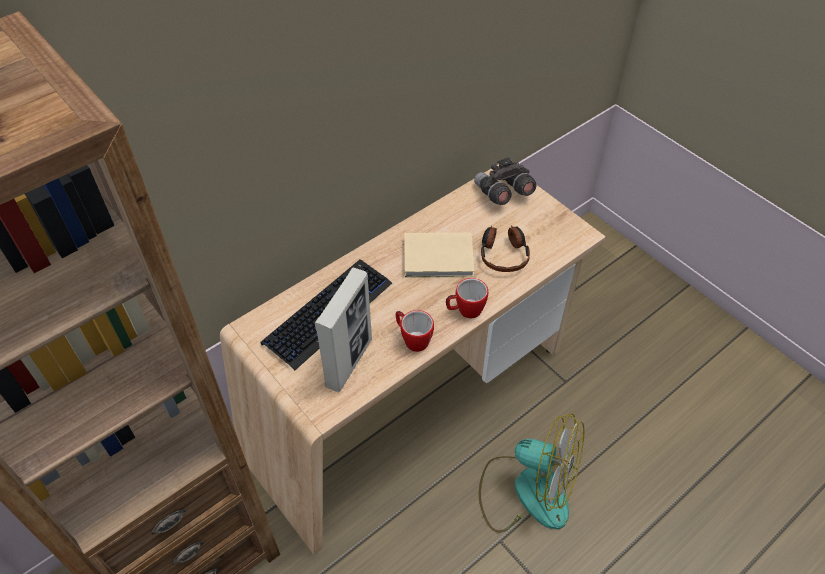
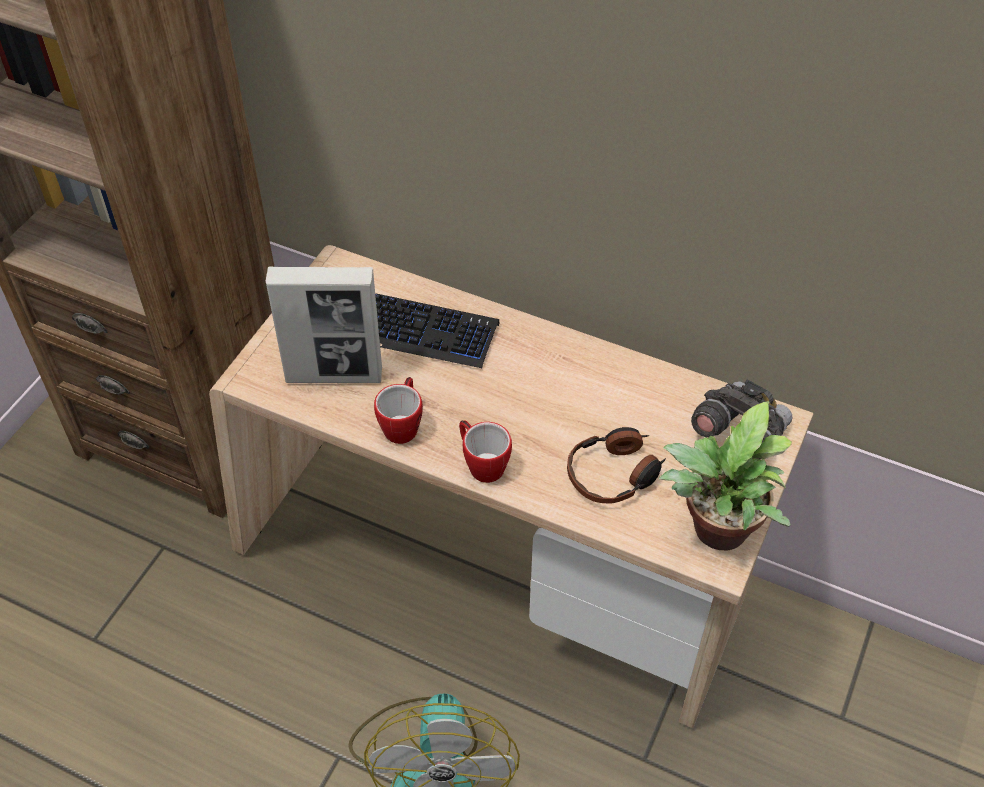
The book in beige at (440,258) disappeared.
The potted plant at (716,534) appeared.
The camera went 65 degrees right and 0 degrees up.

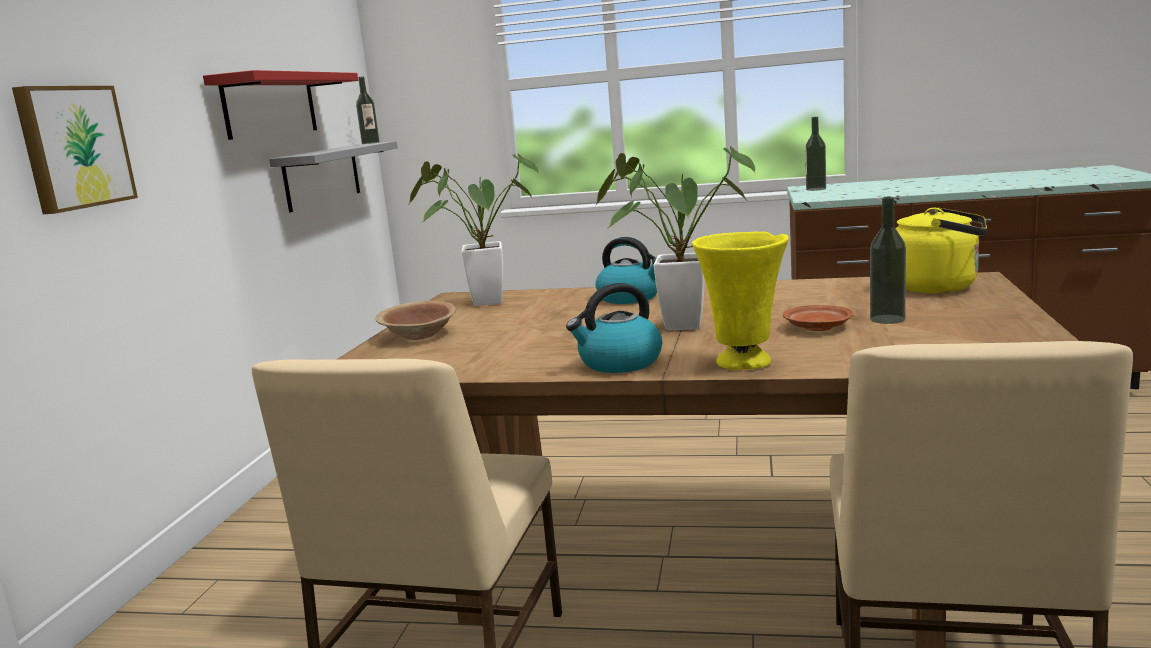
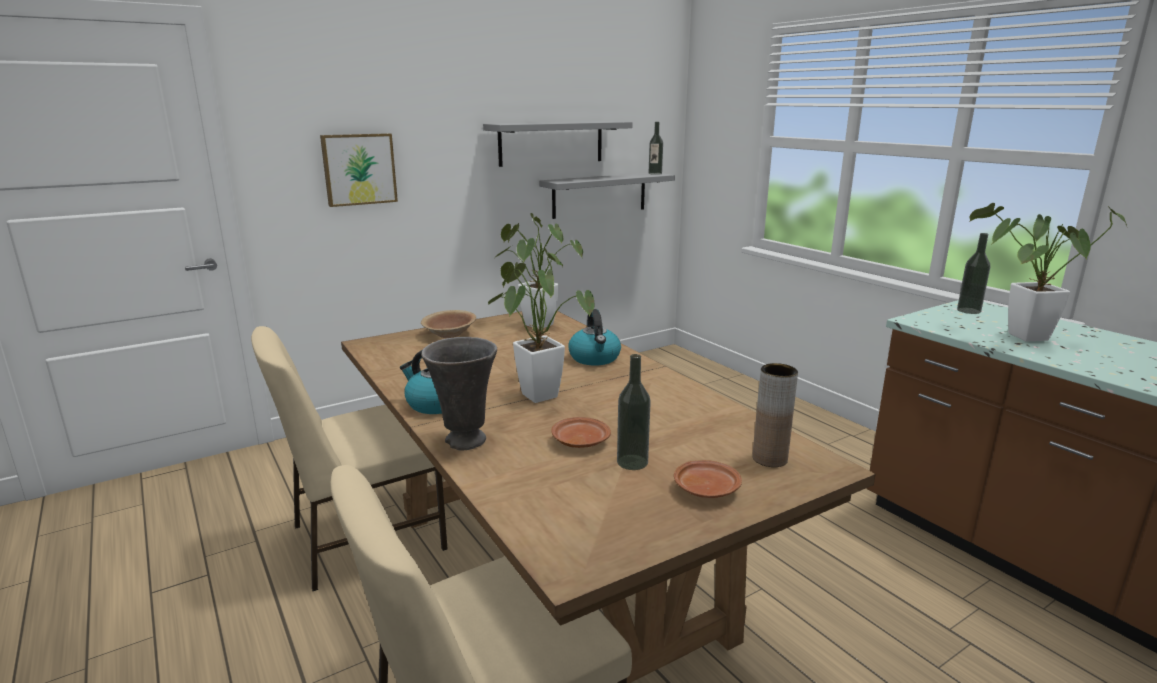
The shelf in red at (271,105) became the shelf in grey at (551,143).
The kettle in yellow at (939,287) was replaced by the vase in brown at (769,459).
The vase in yellow at (745,363) became the vase in grey at (465,442).
The potted plant at (1020,337) appeared.
The plate in brown at (706,489) appeared.
The camera went 45 degrees right and 5 degrees up.

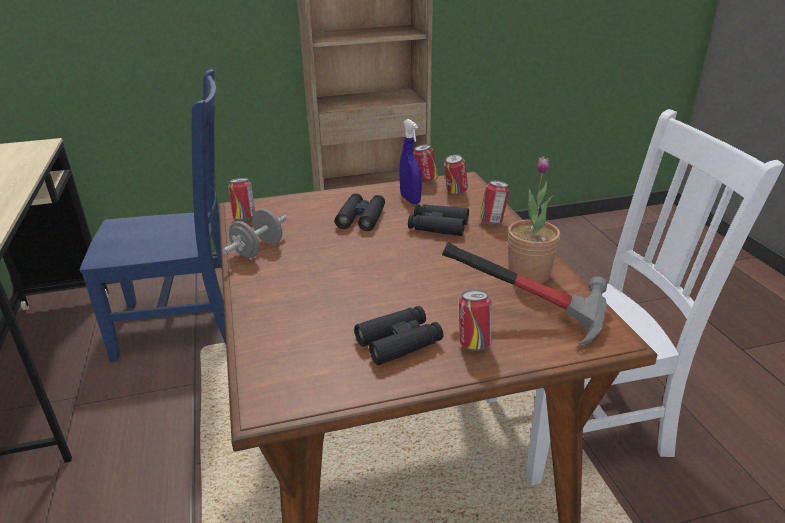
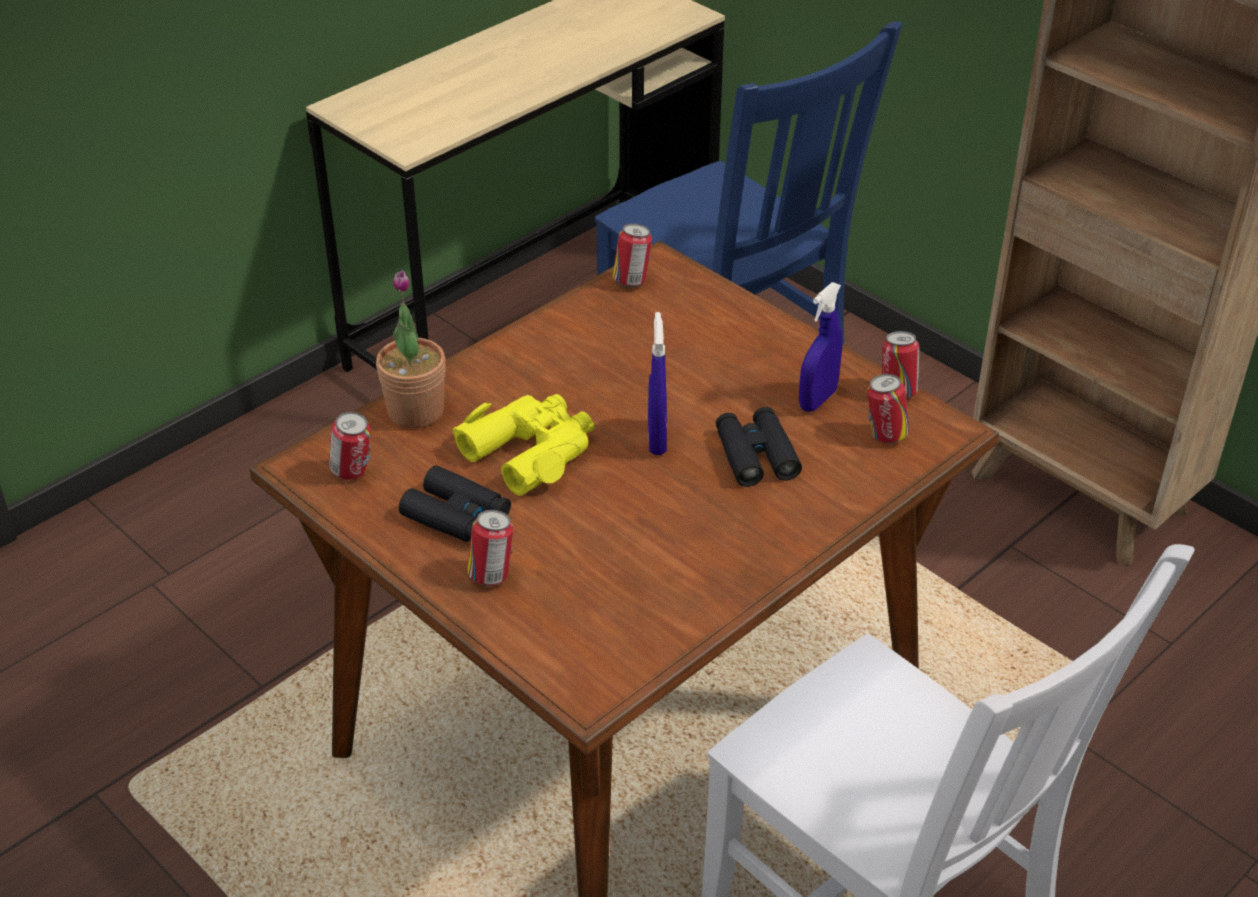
The potted plant moved from (529,274) to (416,411).
The can moved from (492,222) to (353,473).
The binoculars in black at (361,218) disappeared.
The dumbbell in grey at (258,250) disappeared.
The hammer at (532,313) disappeared.
The spray bottle in blue at (657,439) appeared.
The binoculars in yellow at (531,451) appeared.
The camera went 60 degrees right and 10 degrees up.

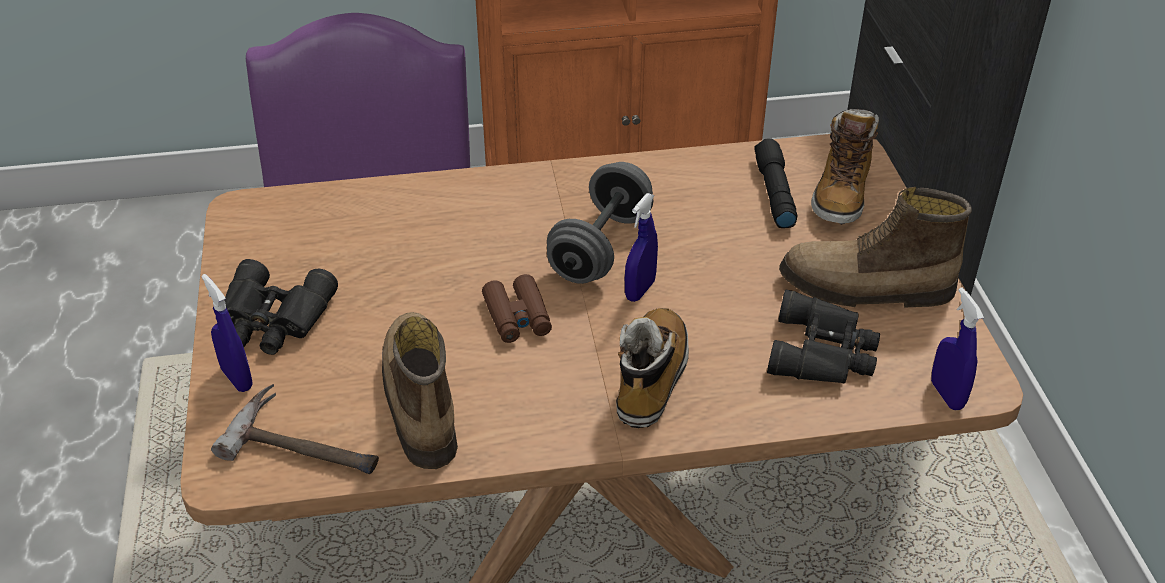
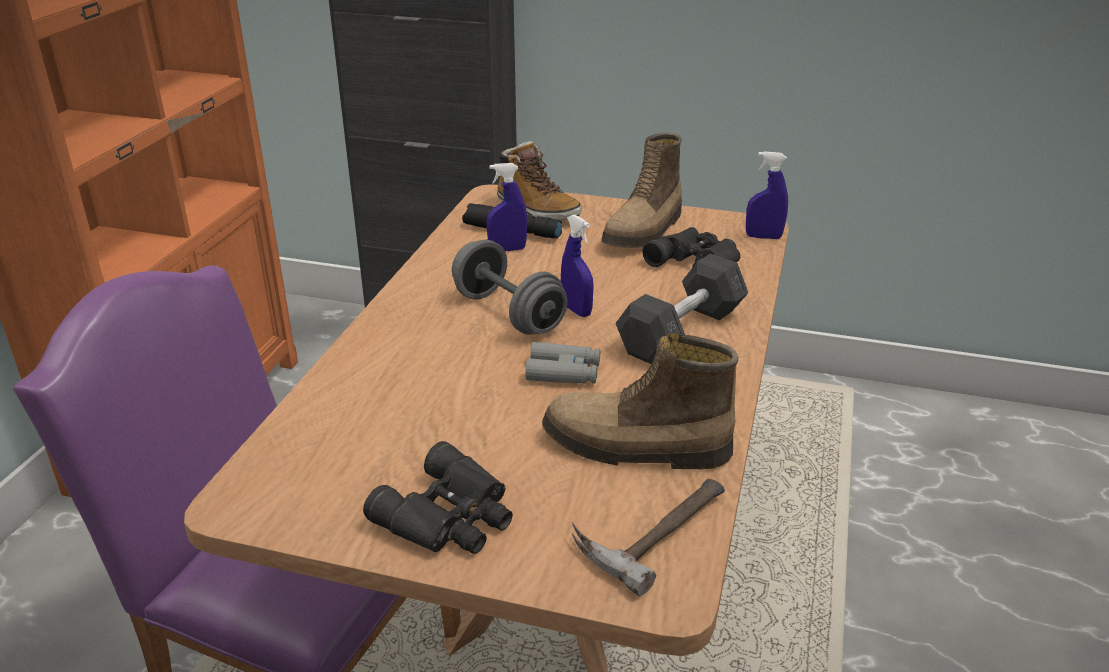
The spray bottle in blue moved from (237,379) to (507,249).
The binoculars in brown at (517,317) became the binoculars in grey at (563,372).
The boot at (651,379) was replaced by the dumbbell in grey at (681,331).
The camera went 65 degrees left and 10 degrees down.

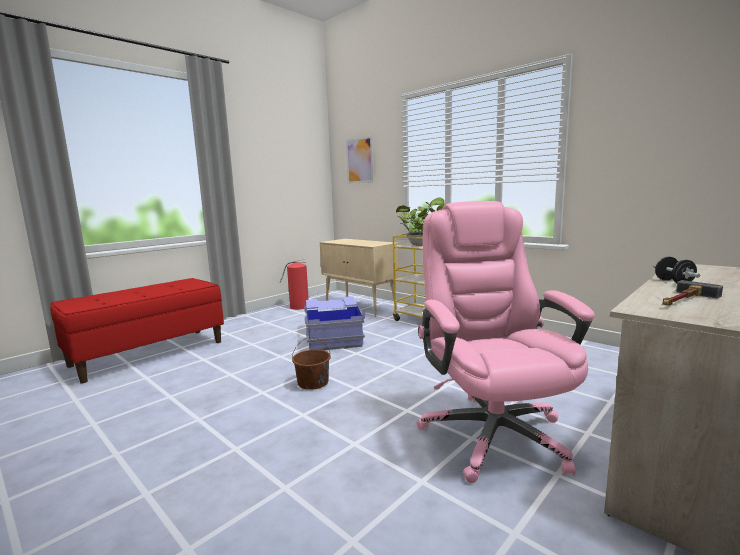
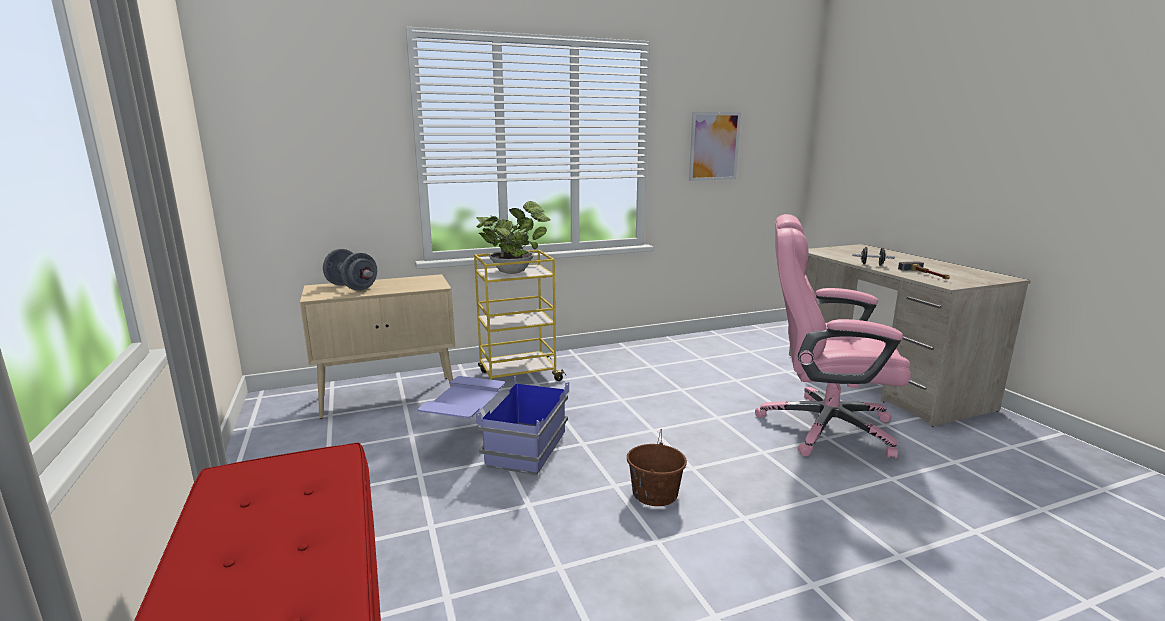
The picture moved from (359,160) to (714,146).
The fire extinguisher at (298,307) disappeared.
The dumbbell in grey at (352,287) appeared.
The camera went 65 degrees left and 5 degrees up.

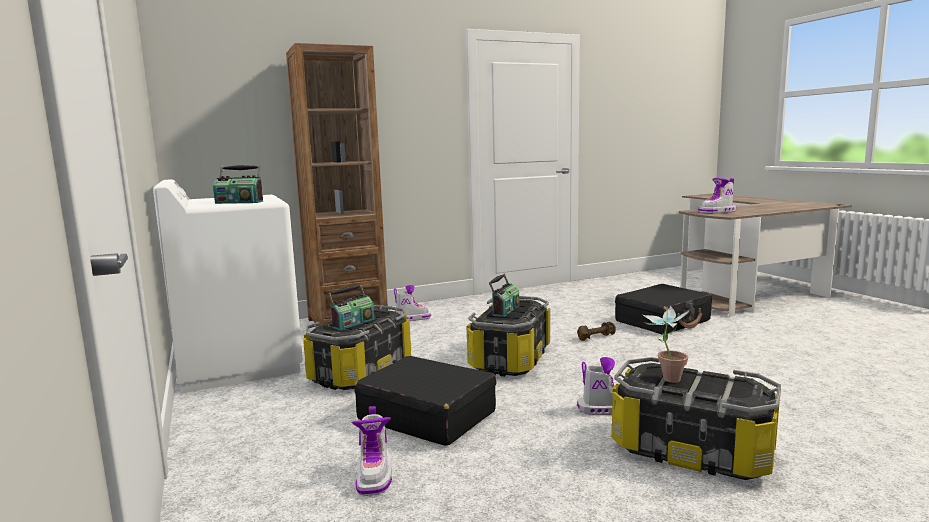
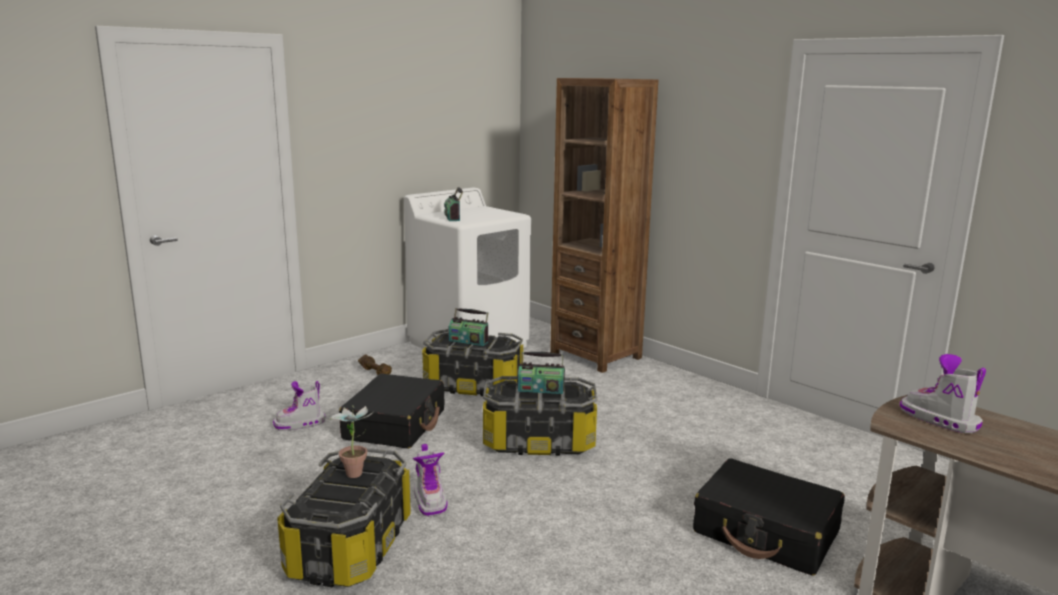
The boot at (411,318) disappeared.
The dumbbell in brown moved from (596,337) to (375,372).
The camera went 70 degrees right and 5 degrees up.

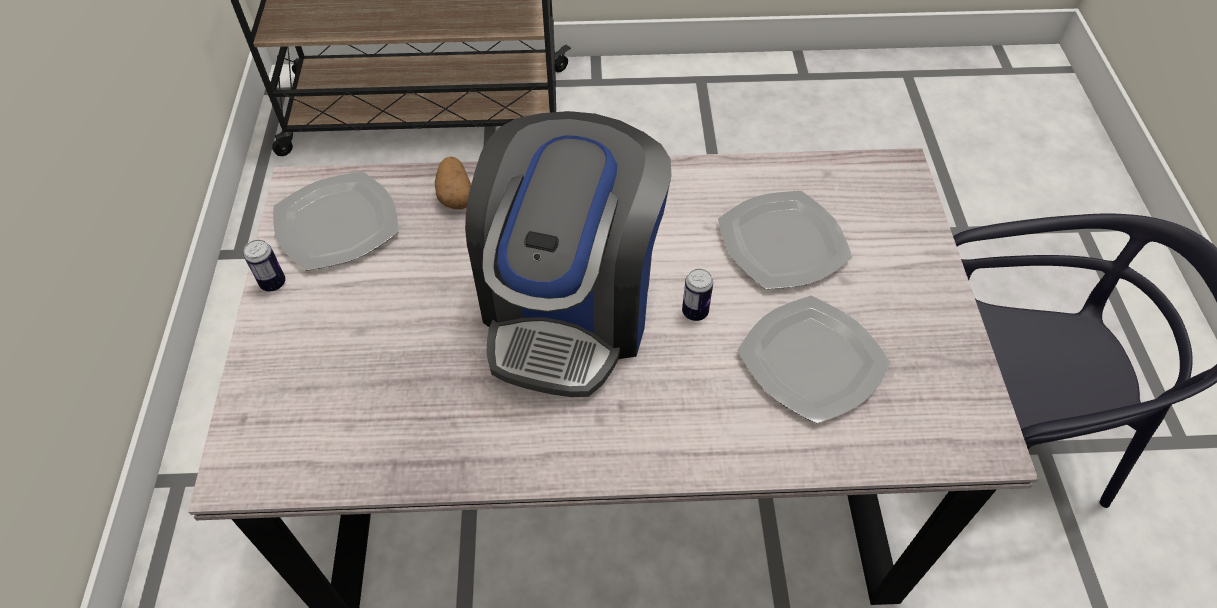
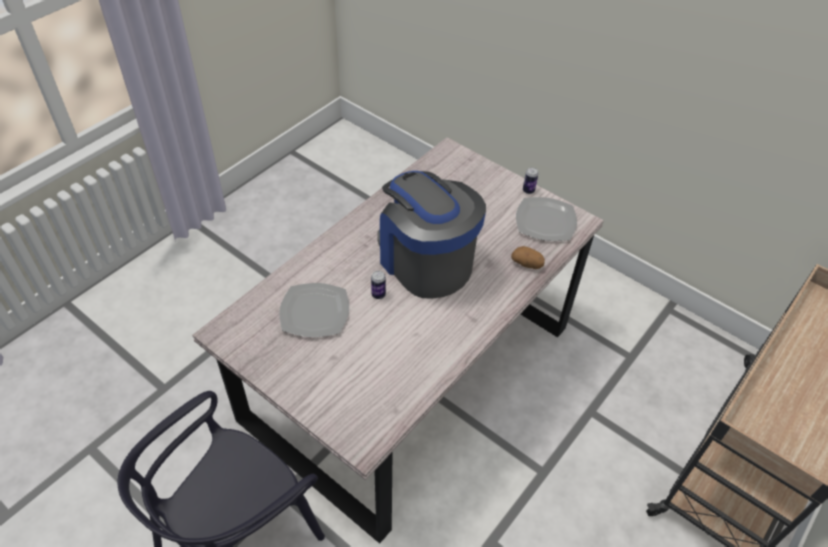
The plate at (783,241) disappeared.
The camera went 130 degrees right and 5 degrees down.

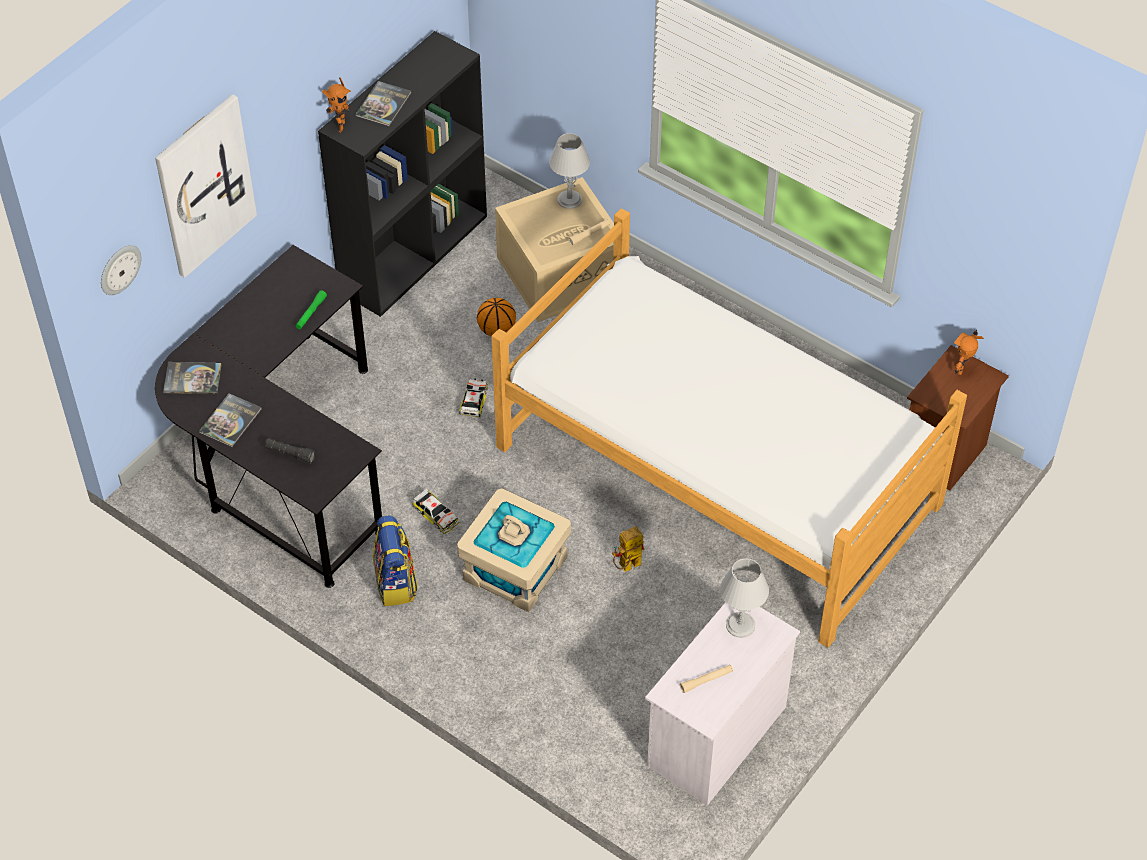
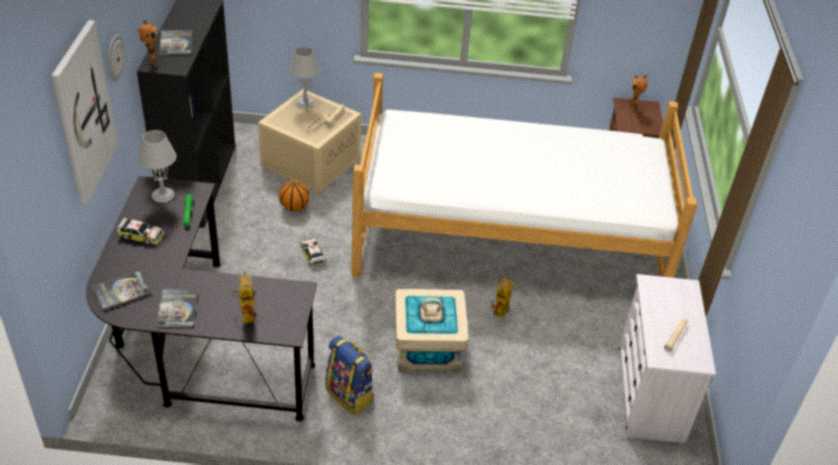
The wall clock moved from (119,269) to (114,58).
The flashlight in black at (290,454) was replaced by the toy robot at (246,313).
The toy car moved from (436,515) to (141,235).
The table lamp in grey moved from (740,625) to (163,195).
The camera went 35 degrees left and 10 degrees down.

